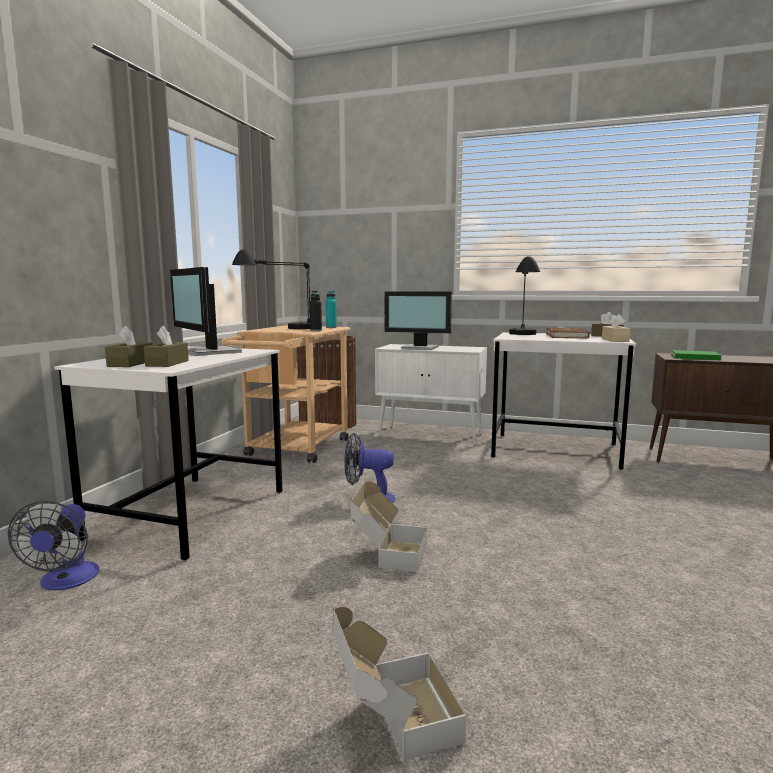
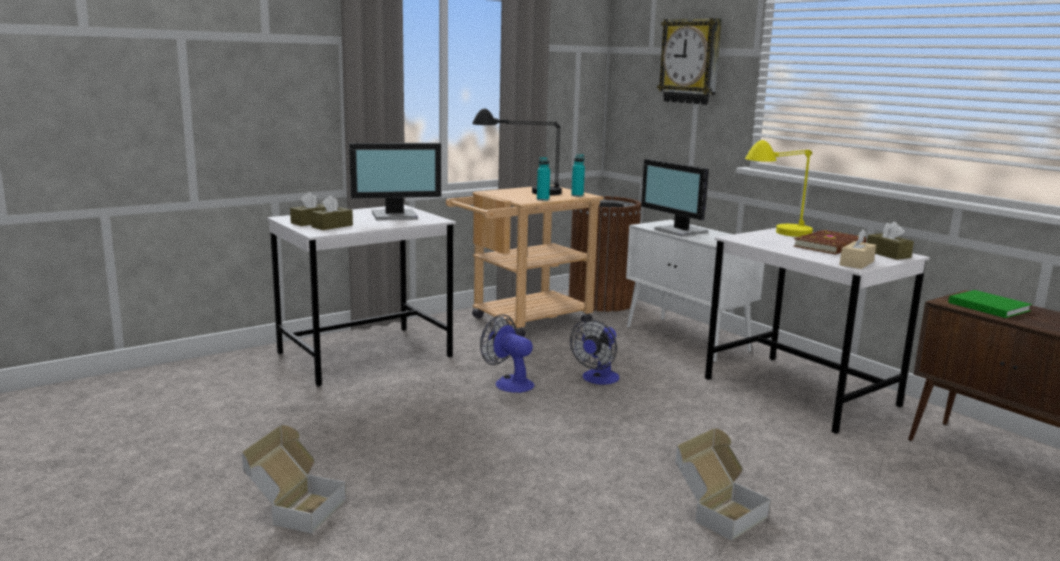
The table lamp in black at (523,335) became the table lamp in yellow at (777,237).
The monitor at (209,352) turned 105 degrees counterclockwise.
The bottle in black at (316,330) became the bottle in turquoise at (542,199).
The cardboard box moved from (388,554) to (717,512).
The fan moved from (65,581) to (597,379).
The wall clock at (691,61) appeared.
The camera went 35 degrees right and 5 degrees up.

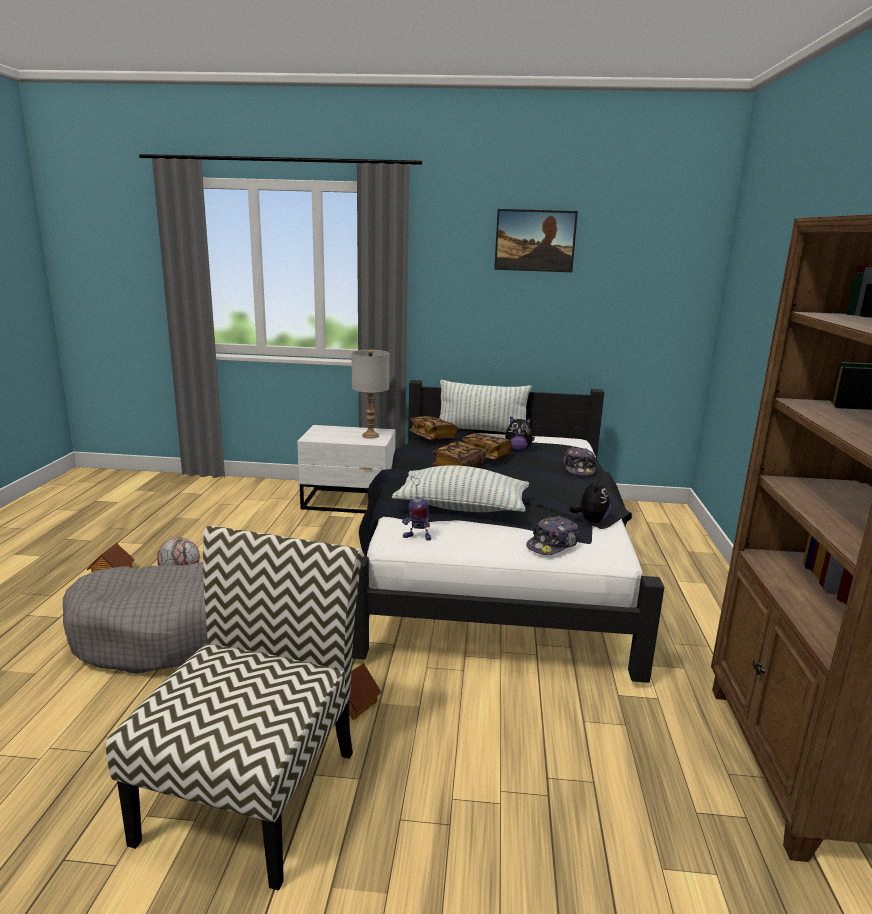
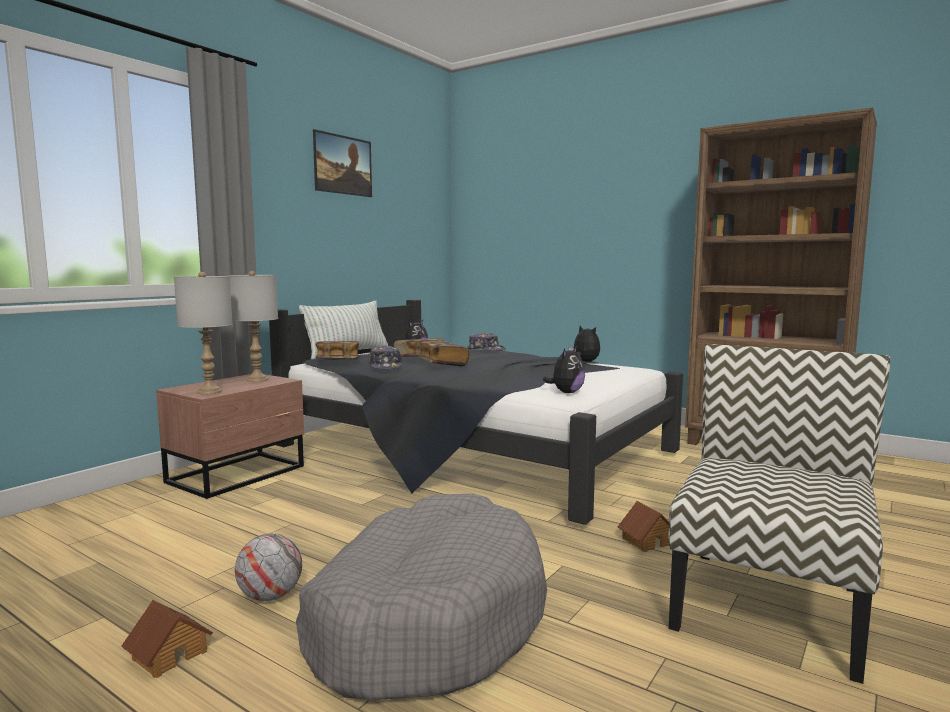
The nightstand in white at (350,502) became the nightstand in brown at (239,474).
The pillow at (462,508) disappeared.
The toy robot at (417,537) was replaced by the plush toy at (566,392).
The cap moved from (552,545) to (385,366).
The chair at (251,791) turned 75 degrees clockwise.
The table lamp in grey at (209,392) appeared.
The camera went 60 degrees left and 10 degrees down.

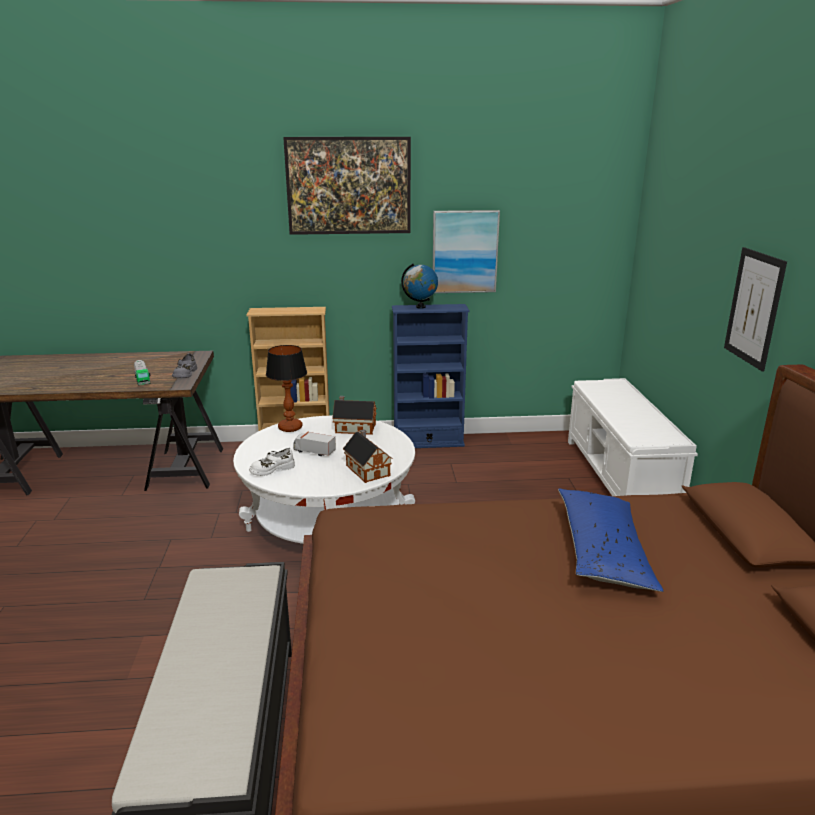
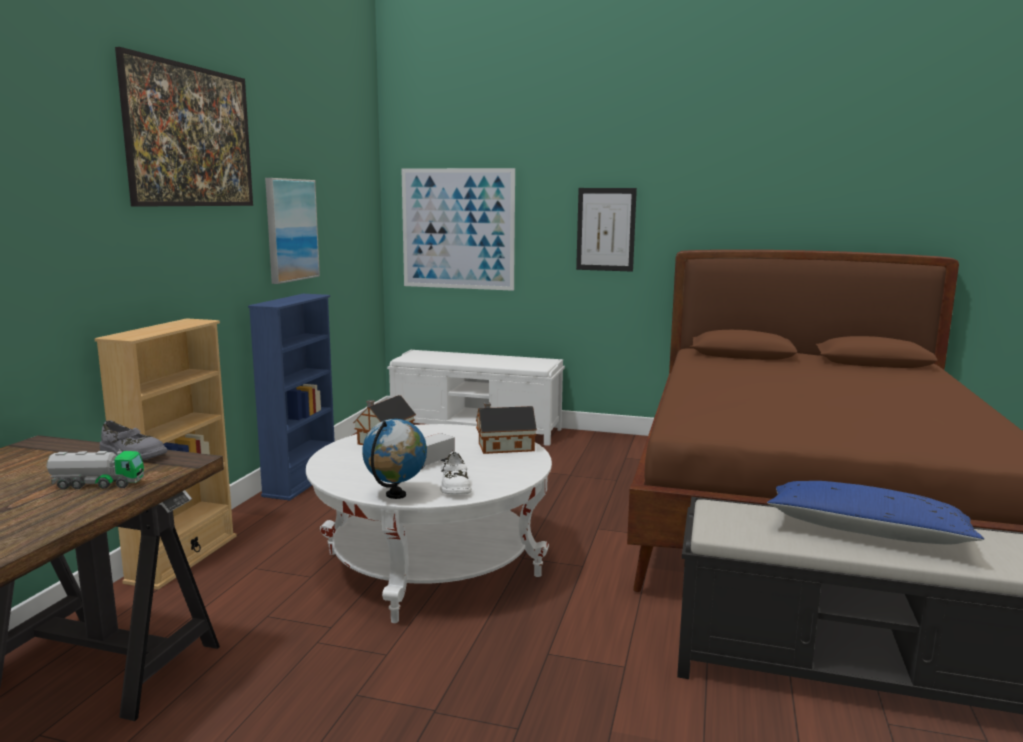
The globe moved from (420,307) to (396,495).
The table lamp at (289,427) disappeared.
The pillow in blue moved from (603,551) to (866,531).
The picture at (457,229) appeared.
The camera went 70 degrees left and 10 degrees down.

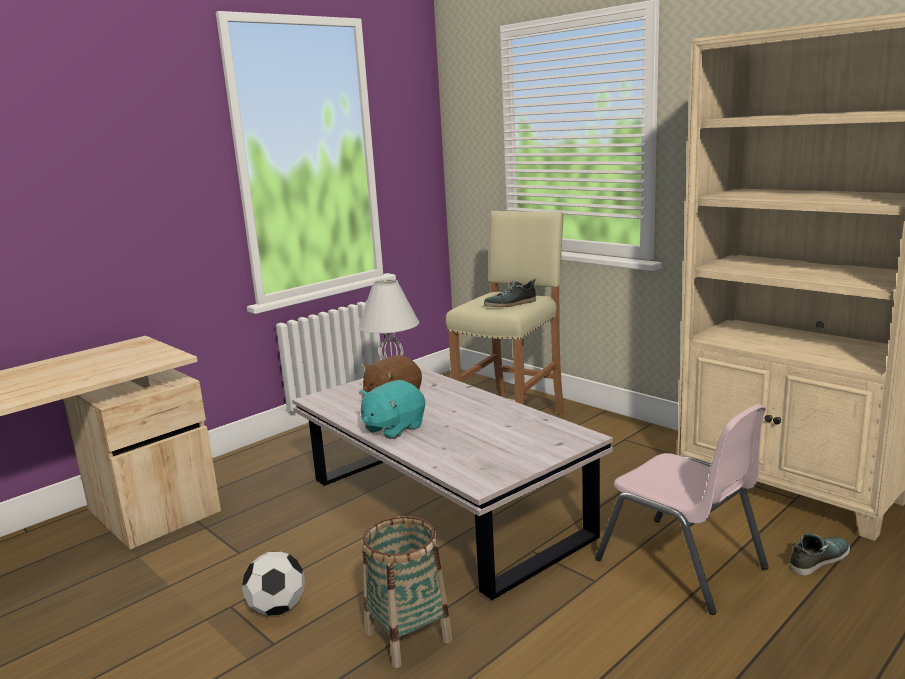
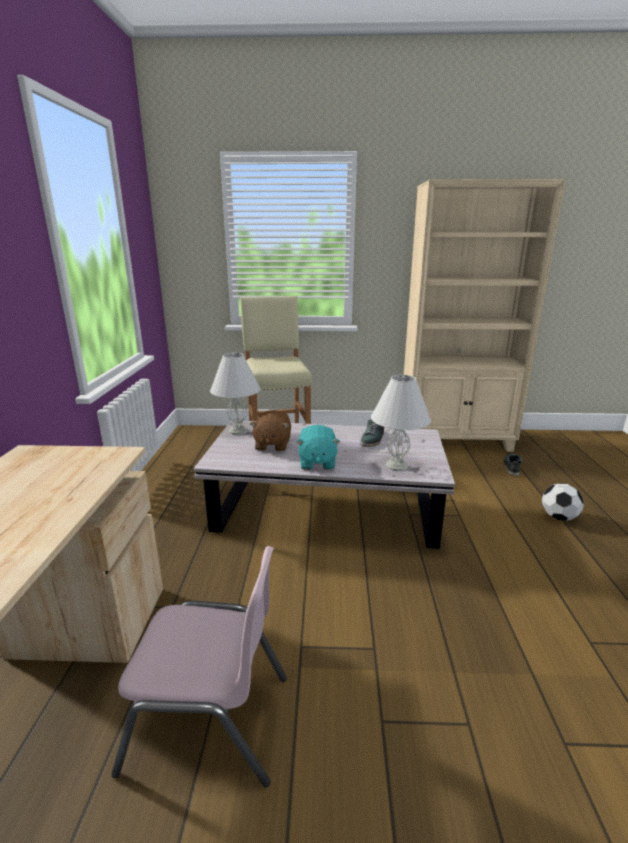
The shoe moved from (511,304) to (373,439).
The chair in pink moved from (681,564) to (209,721).
The basket at (408,636) disappeared.
The football moved from (277,608) to (558,517).
The table lamp in white at (396,466) appeared.
The camera went 45 degrees left and 5 degrees up.

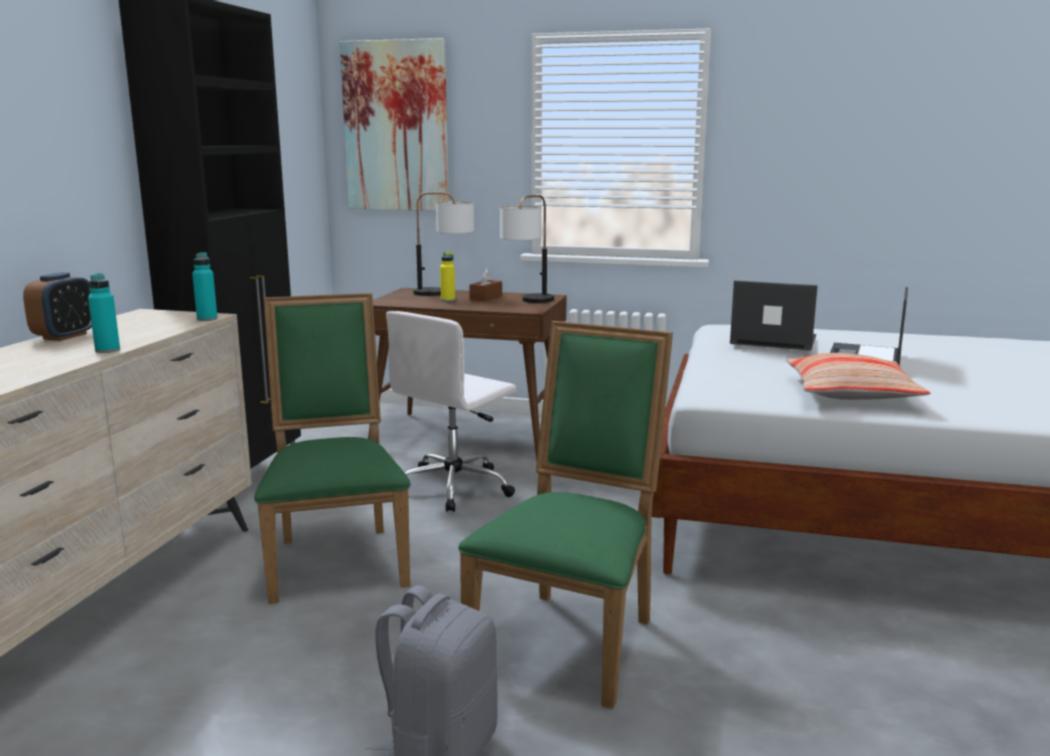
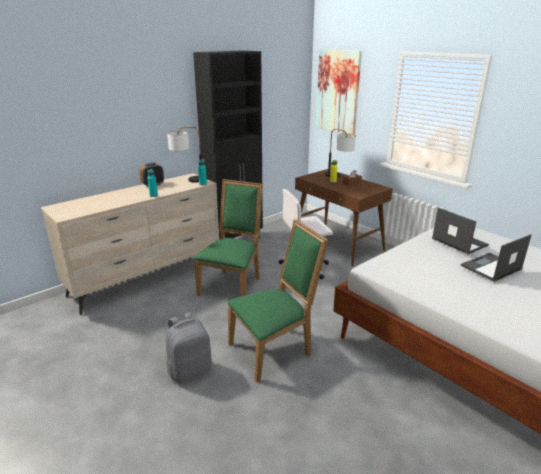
The table lamp moved from (527,302) to (188,180).
The pillow at (851,393) disappeared.
The camera went 35 degrees right and 10 degrees up.

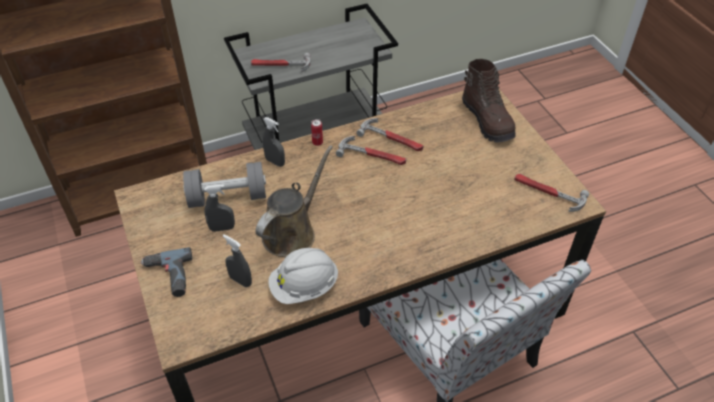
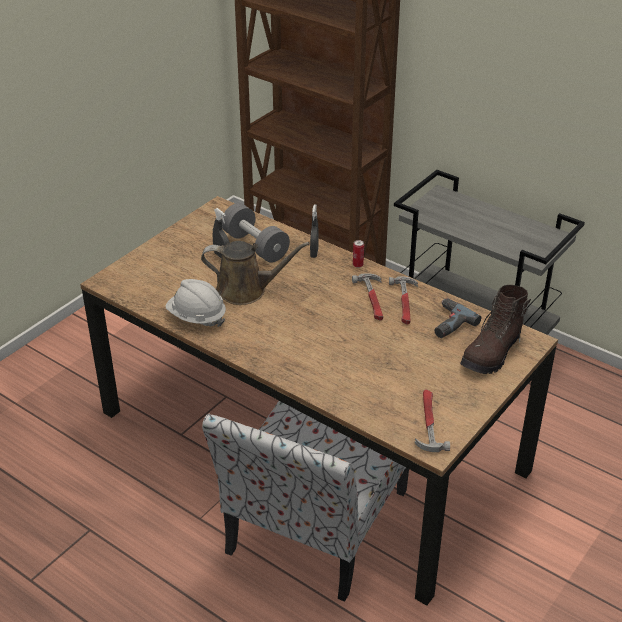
The hammer at (280,65) disappeared.
The spray bottle in grey at (240,280) disappeared.
The power drill moved from (168,277) to (447,323).
The camera went 60 degrees right and 10 degrees down.

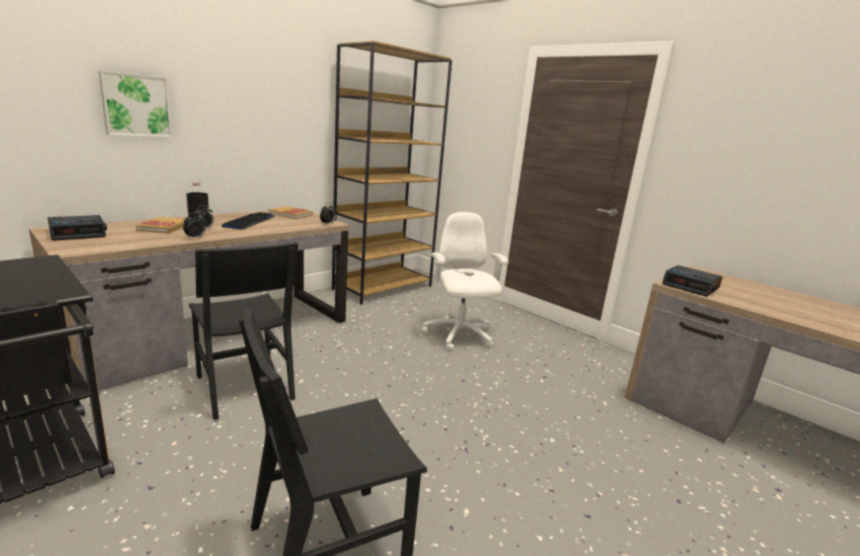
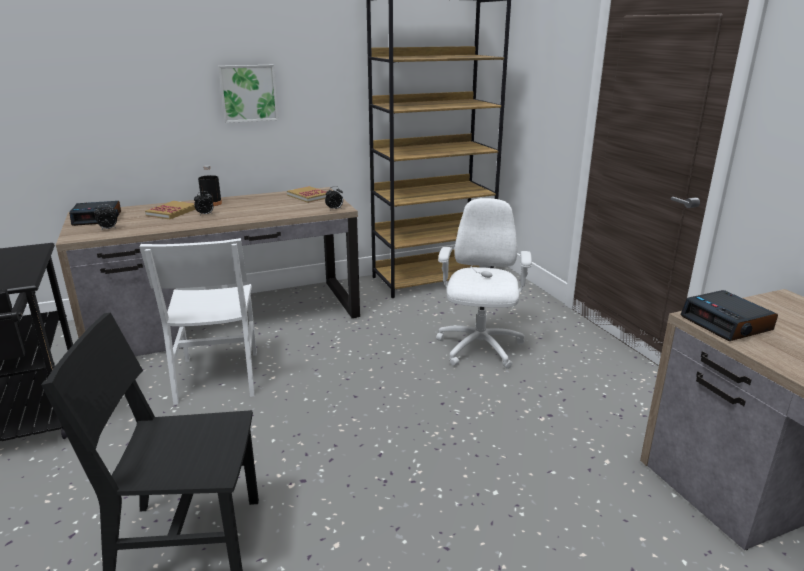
The picture moved from (136,105) to (248,93).
The alarm clock moved from (195,238) to (108,229).
The keyboard at (250,222) disappeared.
The chair in black at (244,387) became the chair in white at (218,376).
The camera went 25 degrees right and 5 degrees up.

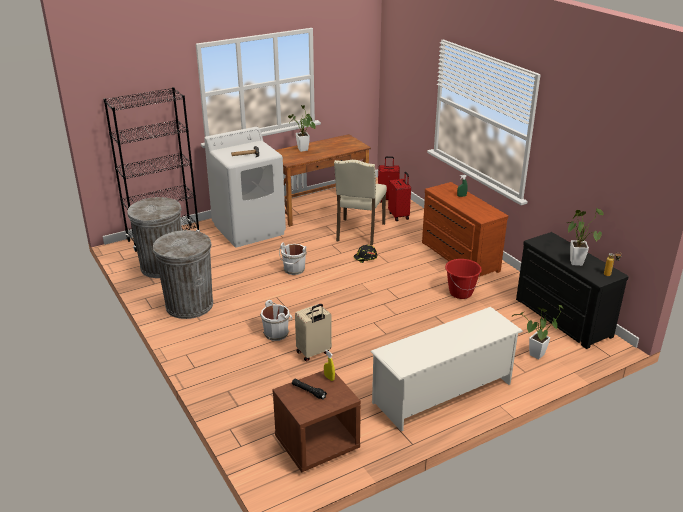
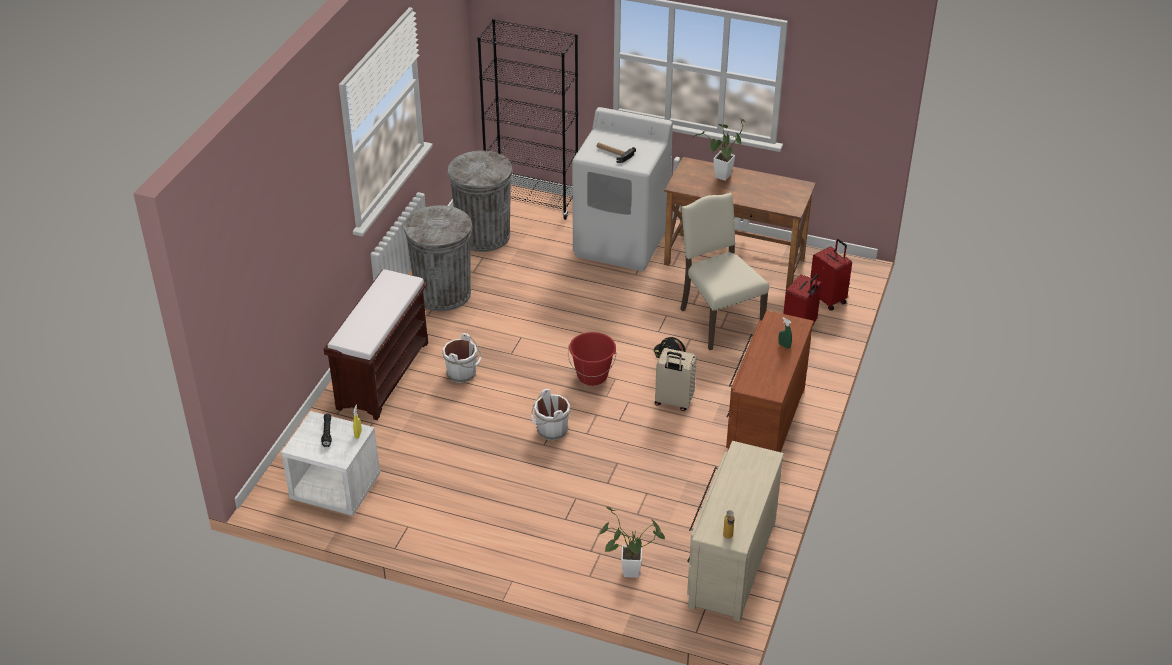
The chair in beige at (359,232) turned 90 degrees clockwise.
The potted plant at (575,261) disappeared.
The dresser in black at (561,318) became the dresser in beige at (729,562).
The bucket in white moved from (294,270) to (551,430).
The bucket in red moved from (460,293) to (592,376).
The suitcase in beige moved from (314,353) to (673,402).
The shoe rack in white at (443,393) disappeared.
The nightstand in brown at (316,445) became the nightstand in white at (335,489).
The bench in brown at (383,374) appeared.
The camera went 50 degrees right and 10 degrees up.

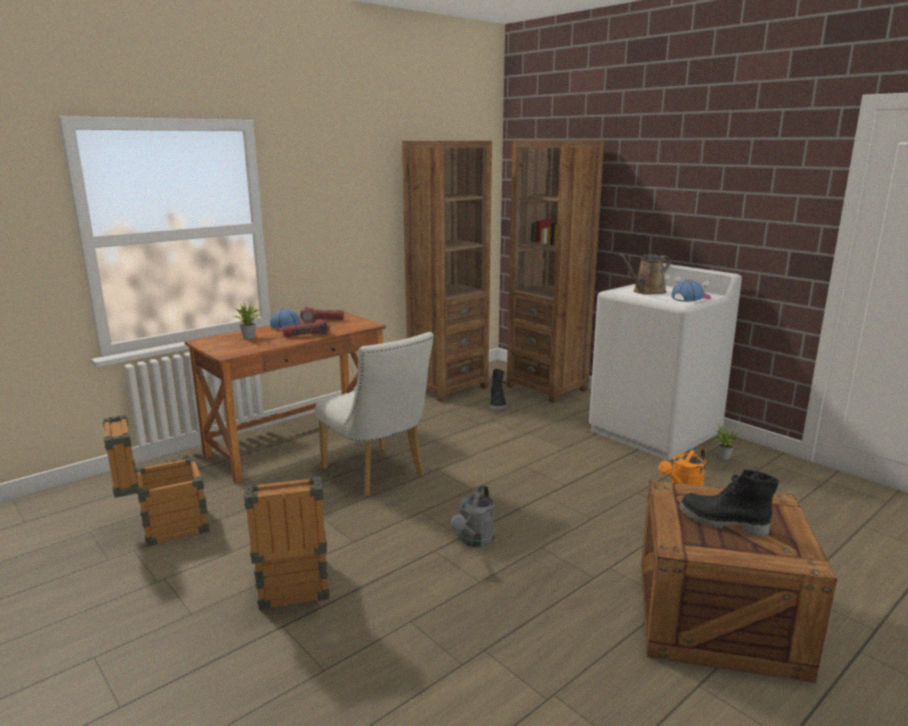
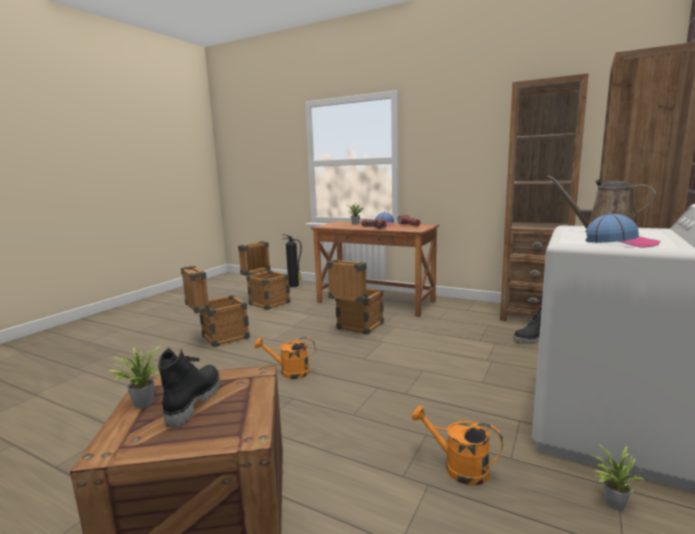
The chair in white at (378,475) was replaced by the crate at (357,328).
The watering can in grey at (474,541) became the watering can in orange at (289,372).
The fire extinguisher at (294,285) appeared.
The potted plant at (141,402) appeared.
The camera went 70 degrees right and 5 degrees down.

